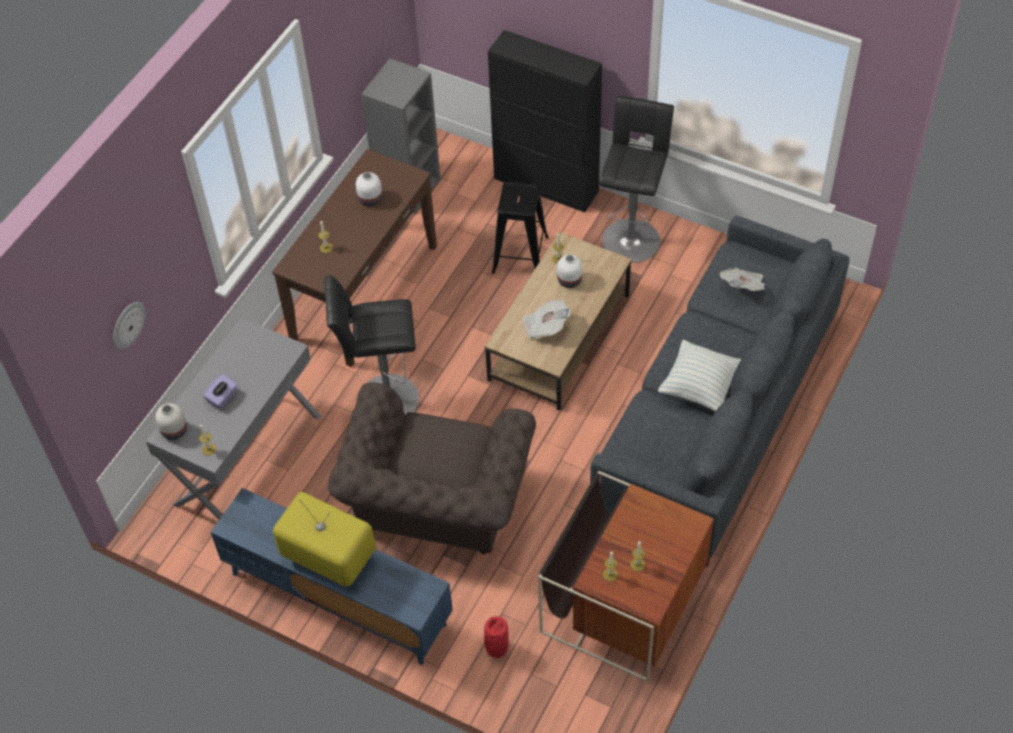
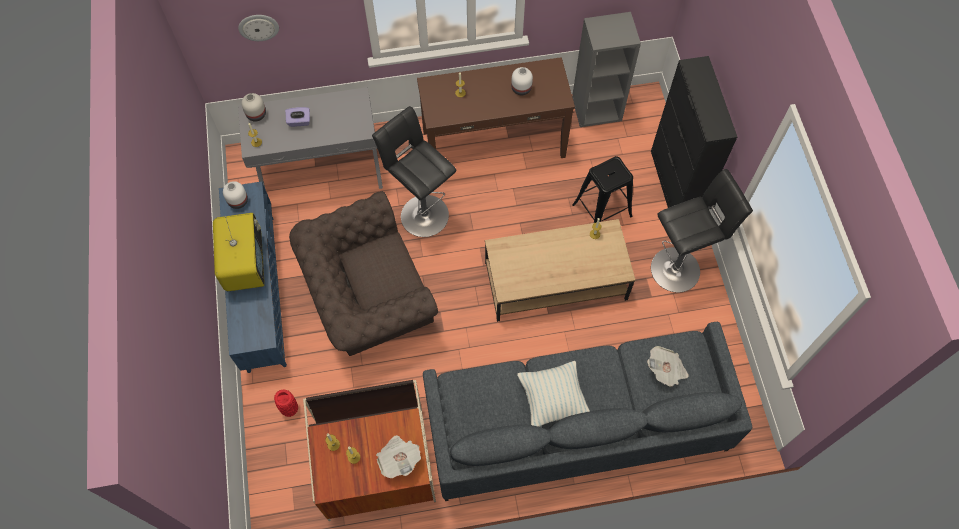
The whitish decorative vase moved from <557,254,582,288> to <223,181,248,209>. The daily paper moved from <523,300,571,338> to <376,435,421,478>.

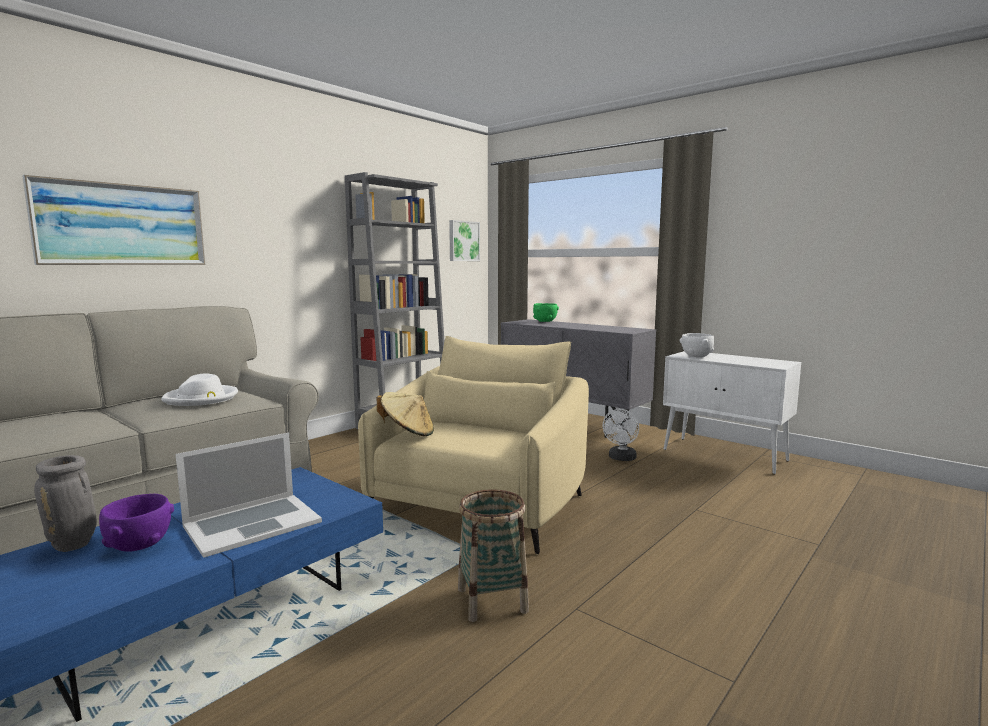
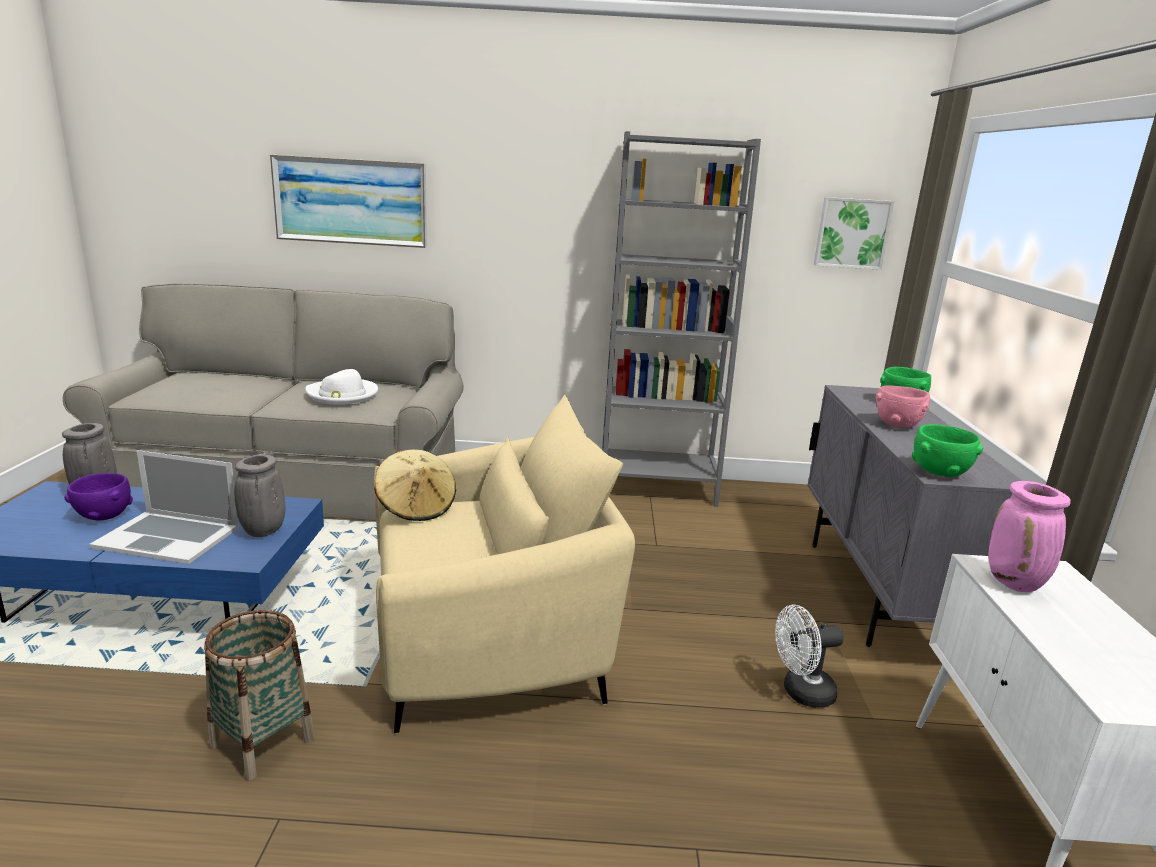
The whitish deep dish at <680,333,714,357> was replaced by the pink-coloured decorative vase at <988,481,1071,592>. The pink-coloured deep dish at <876,386,930,428> appeared. The green-coloured deep dish at <912,424,983,477> appeared. The grey decorative vase at <234,454,285,537> appeared.

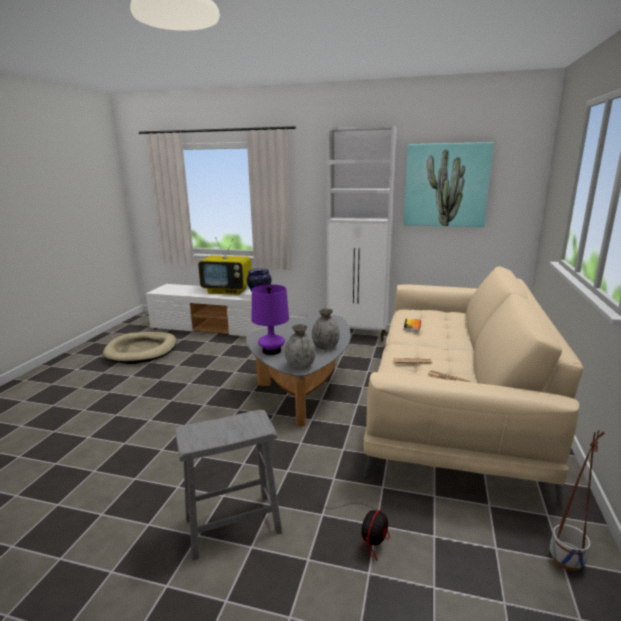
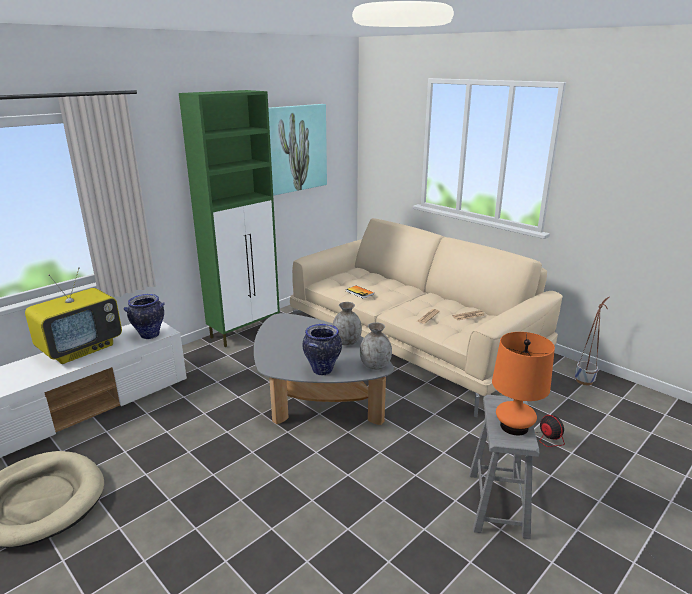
The whitish cupboard at <326,125,397,342> became the green-coloured cupboard at <179,90,280,347>. The purple-coloured lamp for a table at <252,284,289,355> was replaced by the decorative vase at <302,324,342,375>. The orange-coloured lamp for a table at <492,332,555,436> appeared.

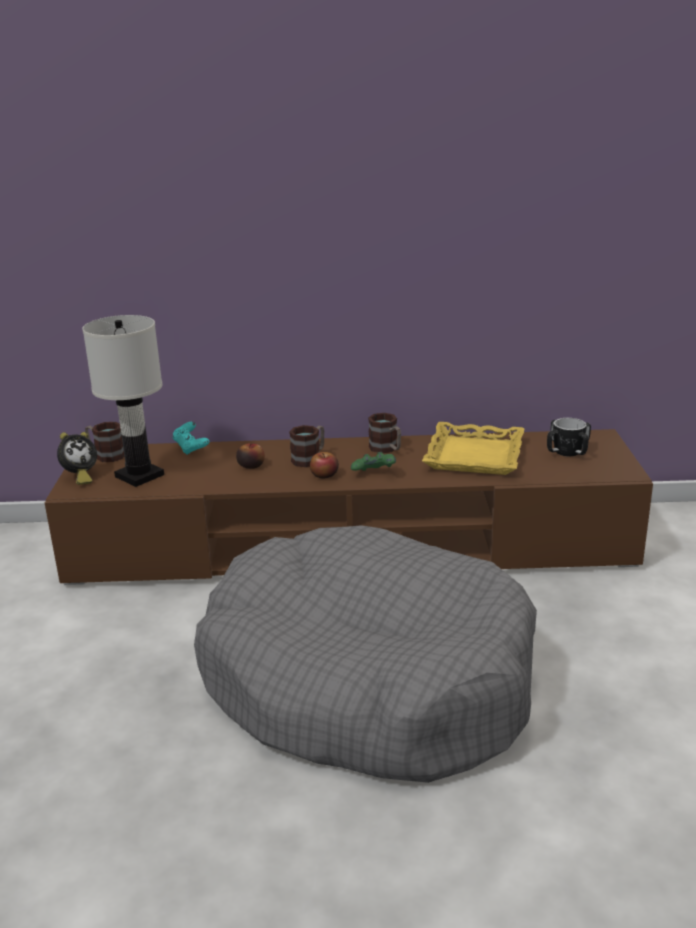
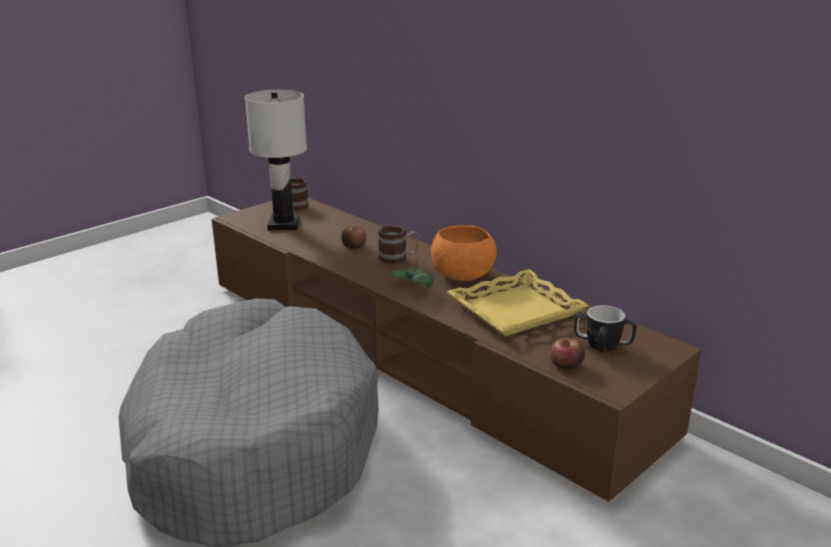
The coffee mug at <368,413,401,453> was replaced by the orange-coloured deep dish at <431,225,497,281>. The turquoise gamepad at <172,422,210,455> disappeared. The table clock at <57,432,97,485> disappeared. The apple fruit moved from <310,452,339,479> to <550,338,585,369>.

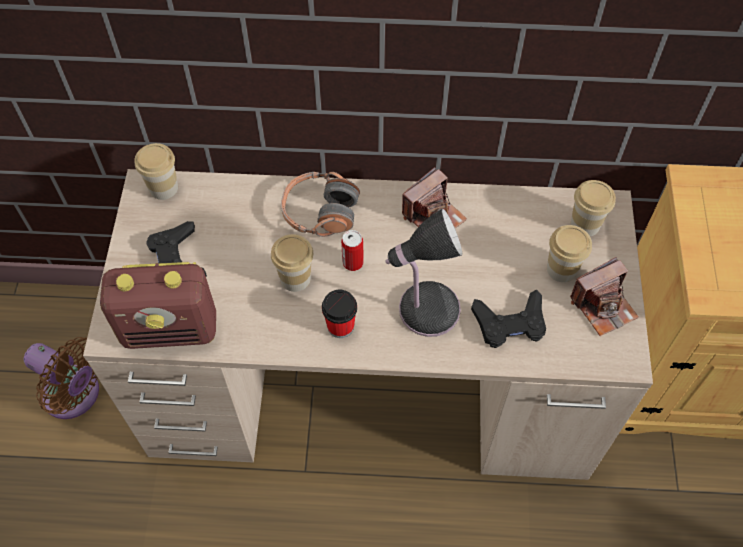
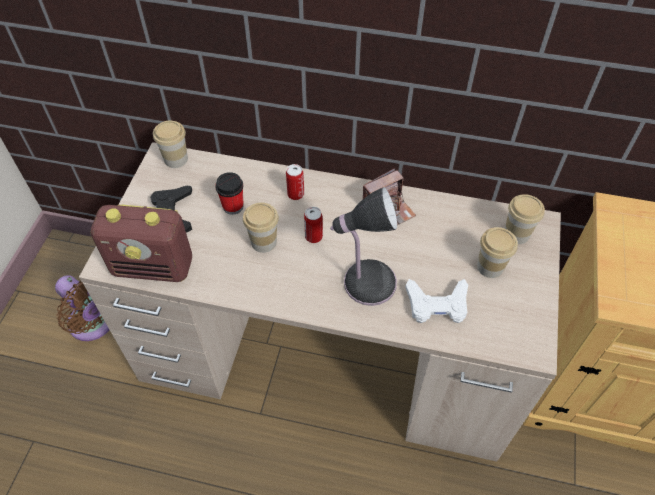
The headset at <281,172,360,237> was replaced by the metal can at <286,164,304,200>. The photo camera at <570,257,639,336> disappeared. The black-coloured gamepad at <471,289,546,348> became the whitish gamepad at <405,279,468,323>. The small cup moved from <322,290,357,338> to <215,172,244,215>.

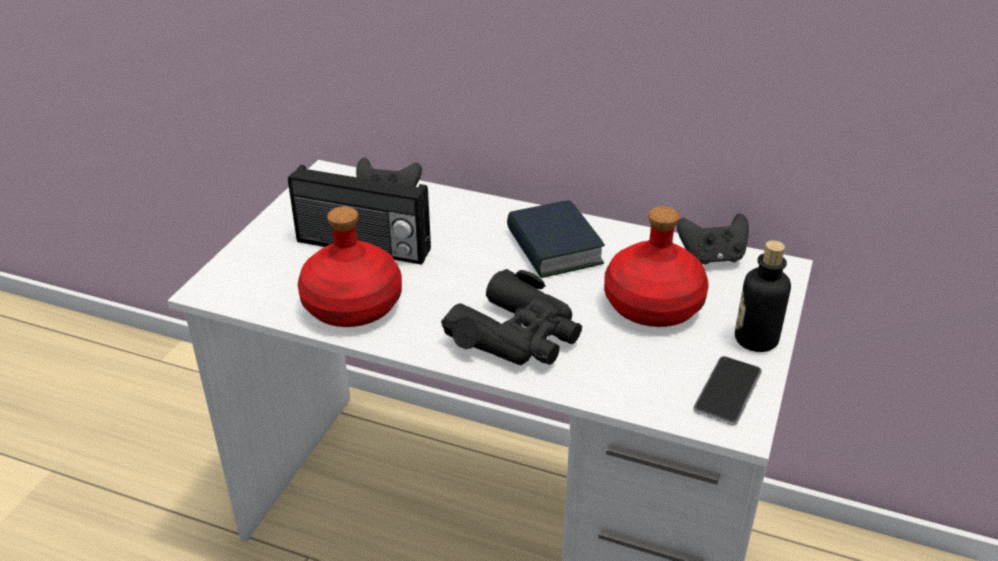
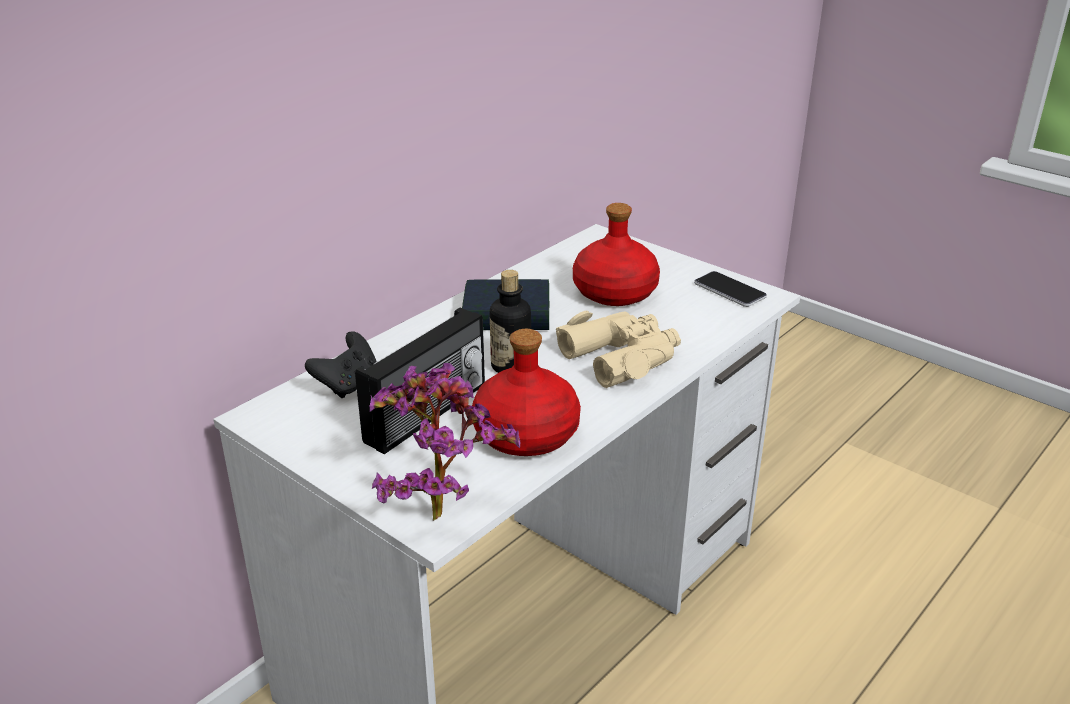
The black-coloured gamepad at <677,213,749,264> disappeared. The beverage bottle moved from <735,240,791,352> to <490,270,531,373>. The black-coloured pair of binoculars at <441,269,582,365> became the sand-coloured pair of binoculars at <556,311,681,388>. The potted plant at <370,363,520,521> appeared.

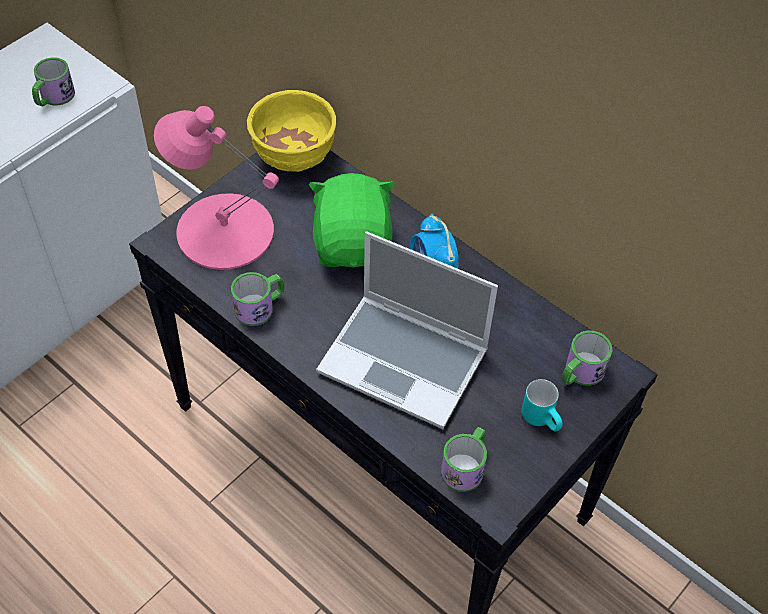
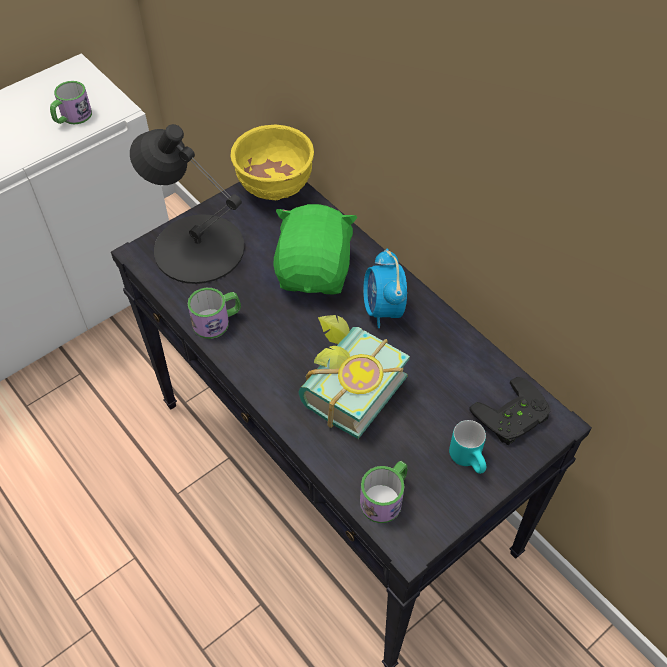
The pink-coloured lamp for a table at <154,106,279,270> became the black-coloured lamp for a table at <130,124,245,284>. The notebook computer at <316,231,498,429> was replaced by the bound book at <298,315,410,439>. The coffee mug at <562,331,612,386> was replaced by the black-coloured gamepad at <470,377,551,445>.

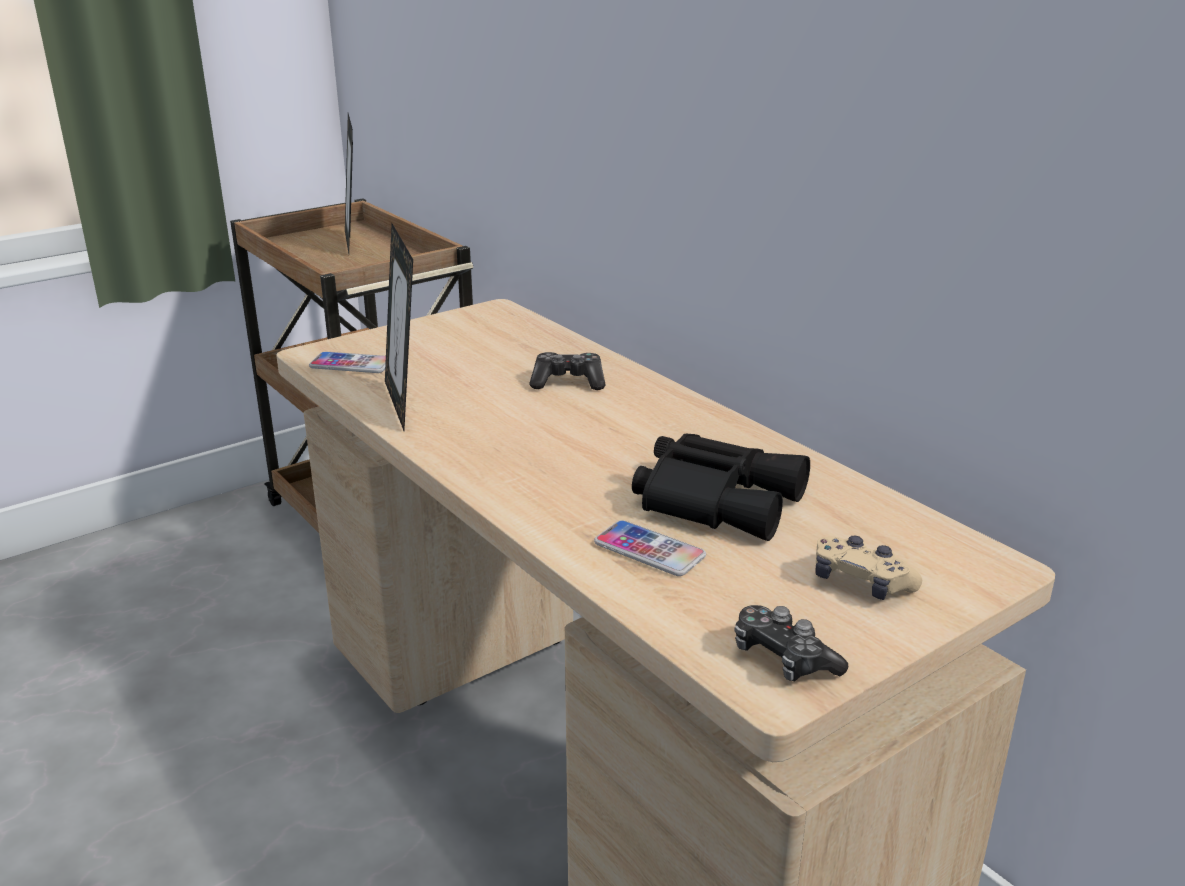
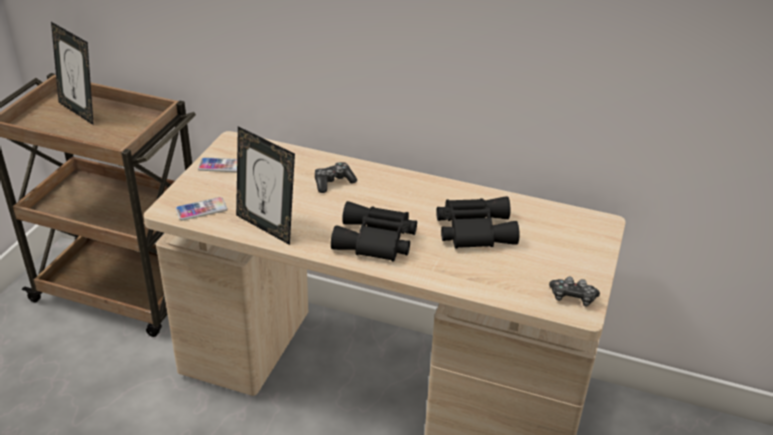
The telephone moved from <594,520,706,576> to <198,157,237,172>. The sand-coloured gamepad at <816,536,922,600> disappeared. The black-coloured pair of binoculars at <331,201,417,262> appeared.

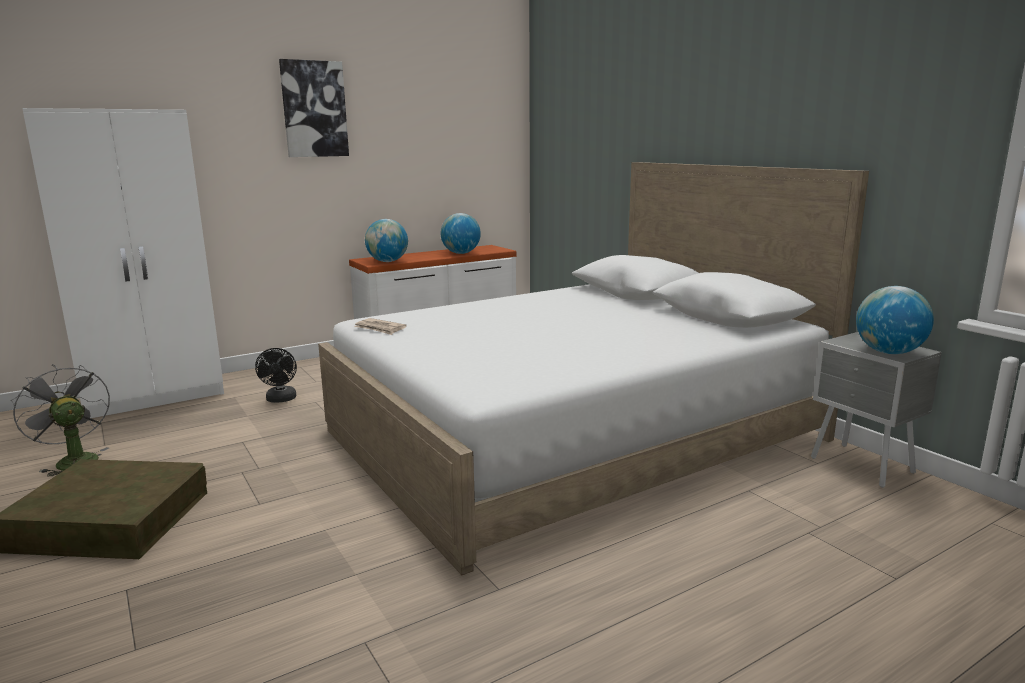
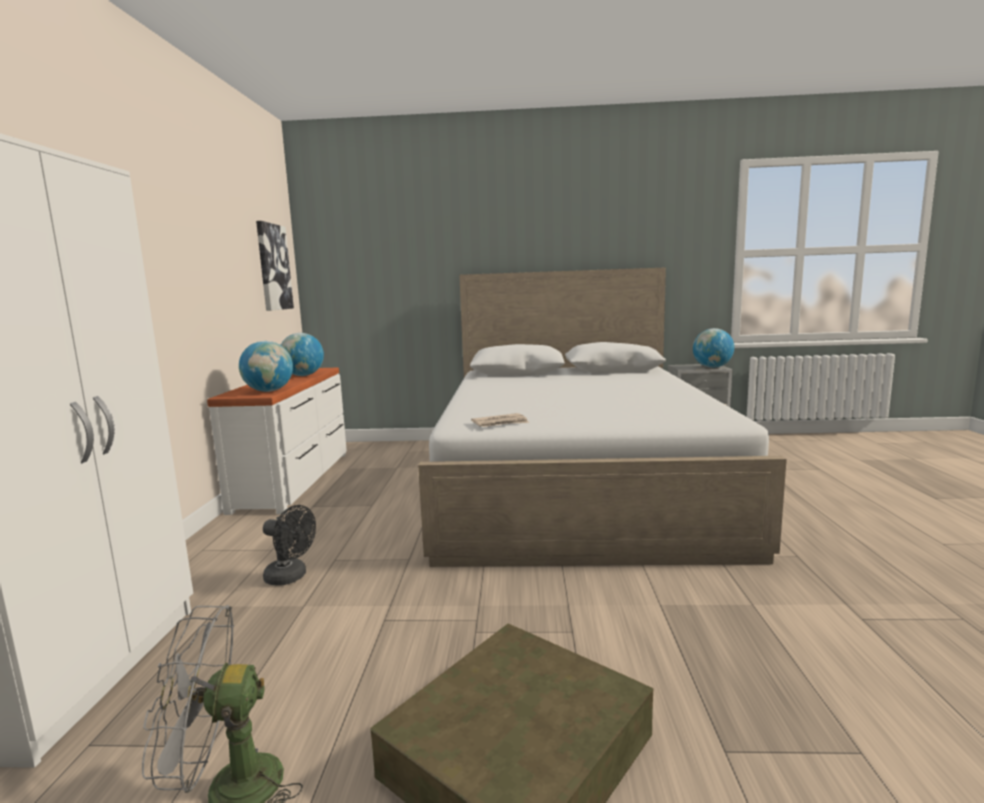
The wall art moved from <279,59,349,157> to <256,221,294,311>.

